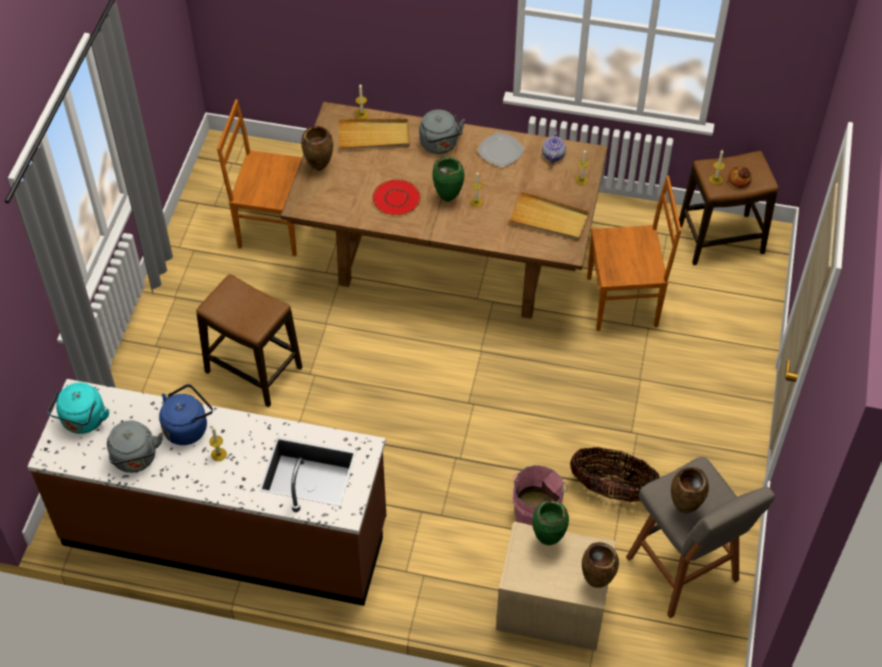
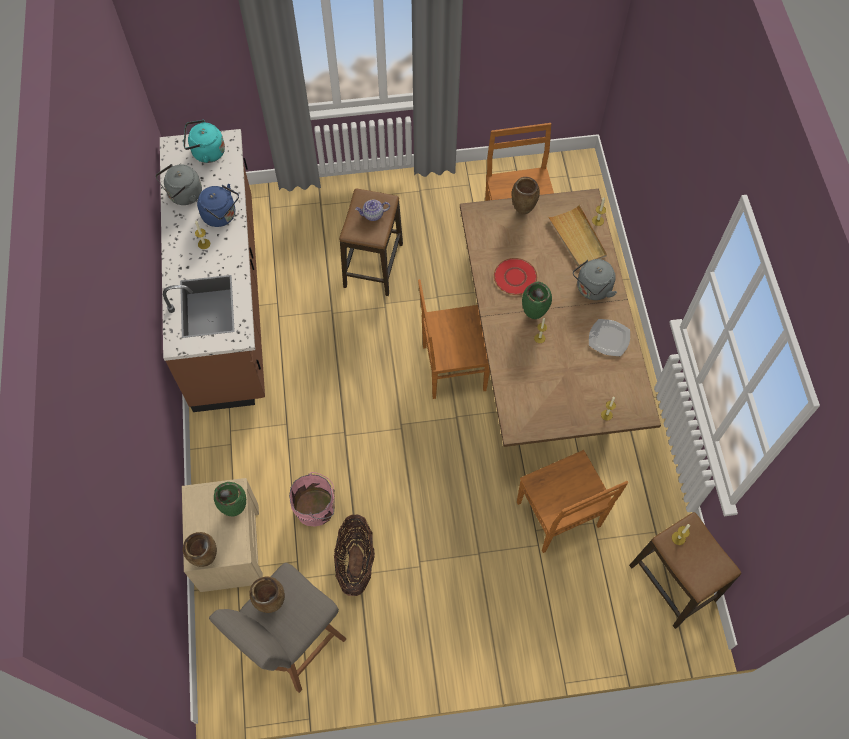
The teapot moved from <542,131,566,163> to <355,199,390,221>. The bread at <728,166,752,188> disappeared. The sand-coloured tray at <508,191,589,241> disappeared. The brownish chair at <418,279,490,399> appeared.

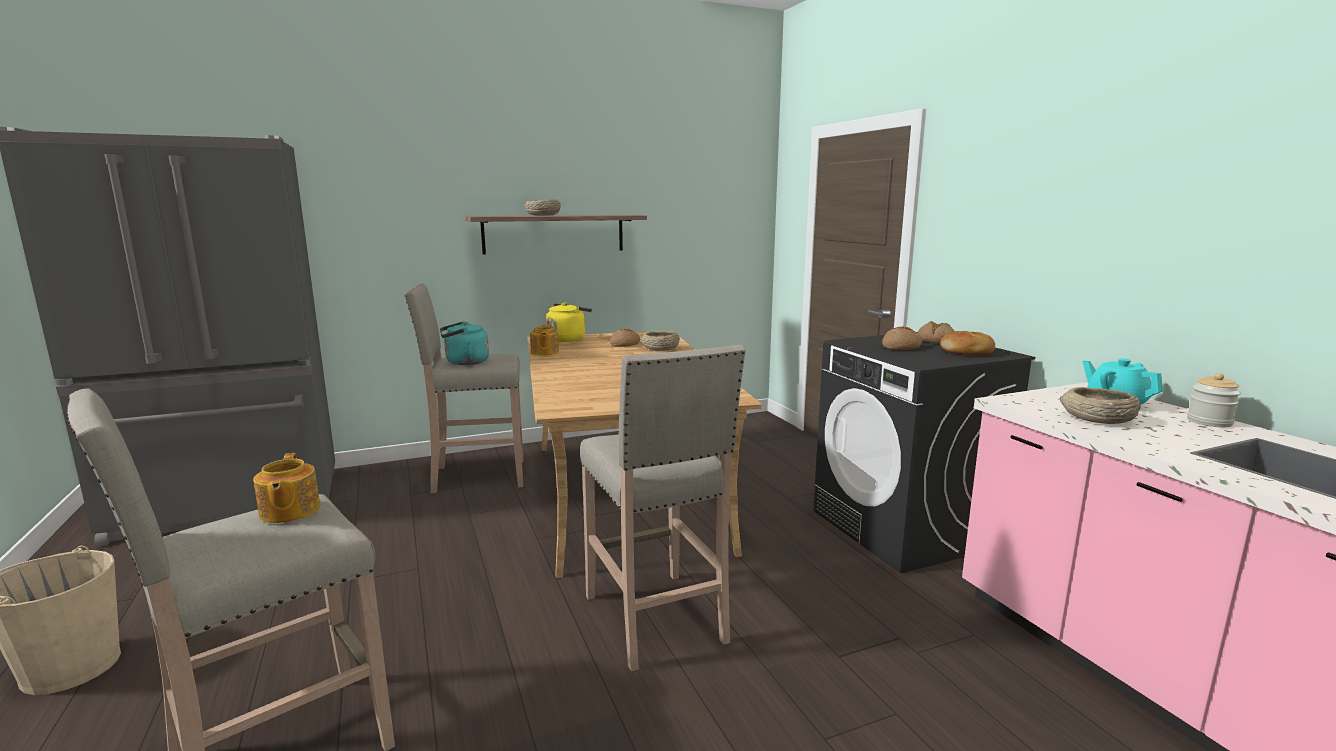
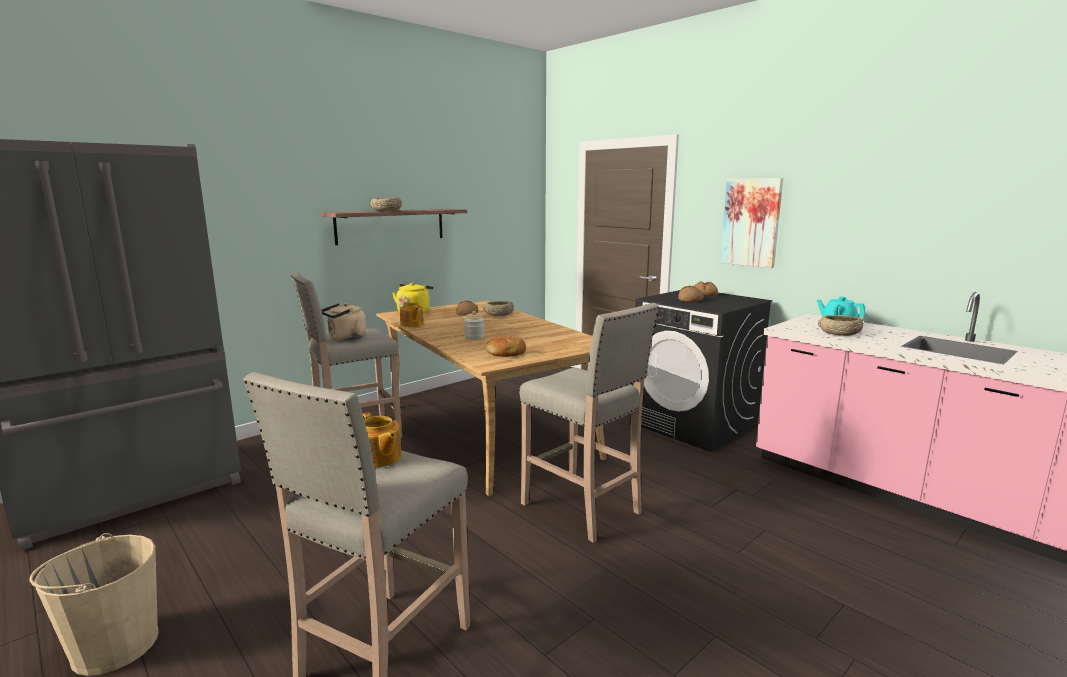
The turquoise water kettle at <440,321,489,365> became the sand-coloured water kettle at <321,303,366,341>. The bread moved from <940,331,995,355> to <486,336,526,357>. The preserve jar moved from <1187,373,1241,427> to <464,311,485,340>. The wall art at <720,178,783,268> appeared.

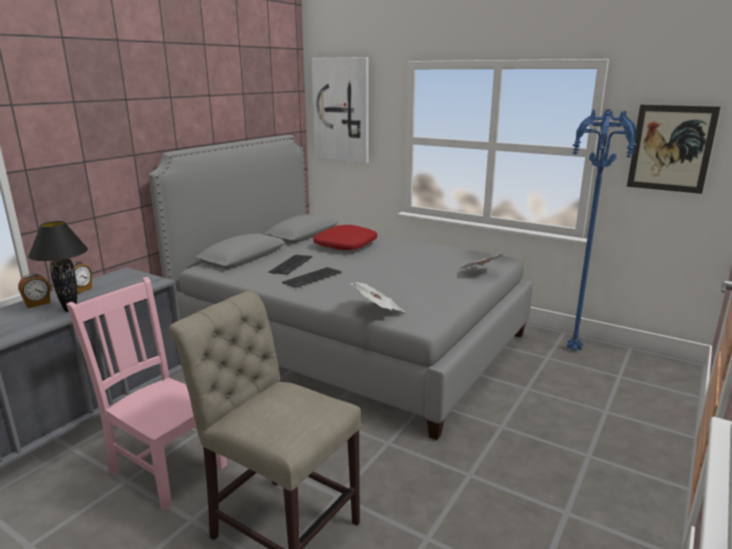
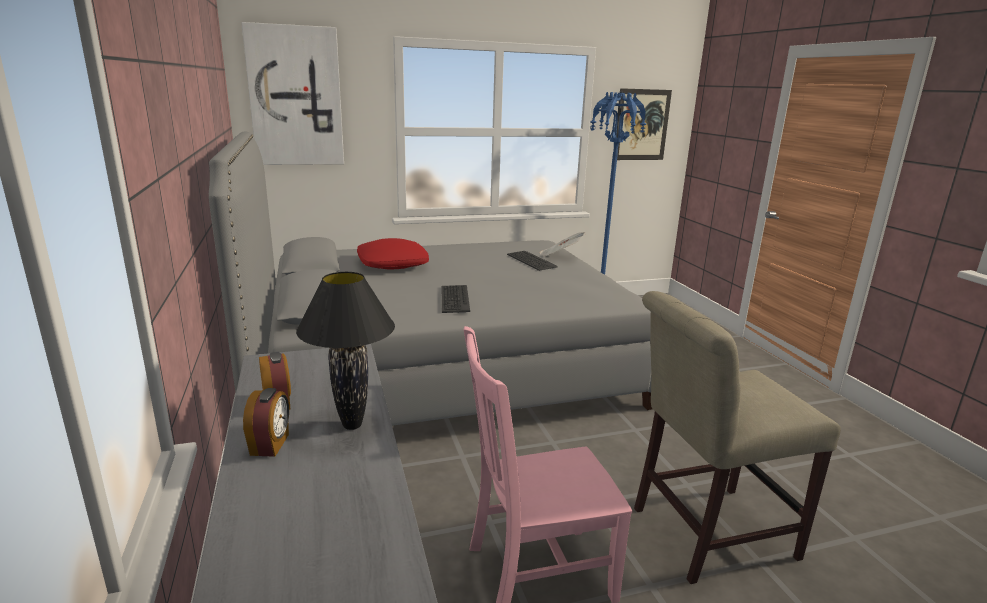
The keyboard moved from <269,255,312,275> to <507,251,558,271>. The daily paper at <350,282,405,312> disappeared.

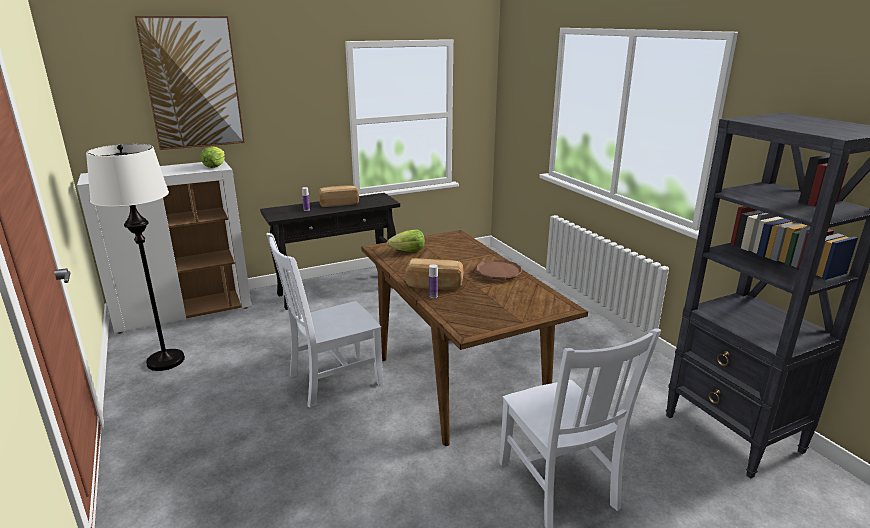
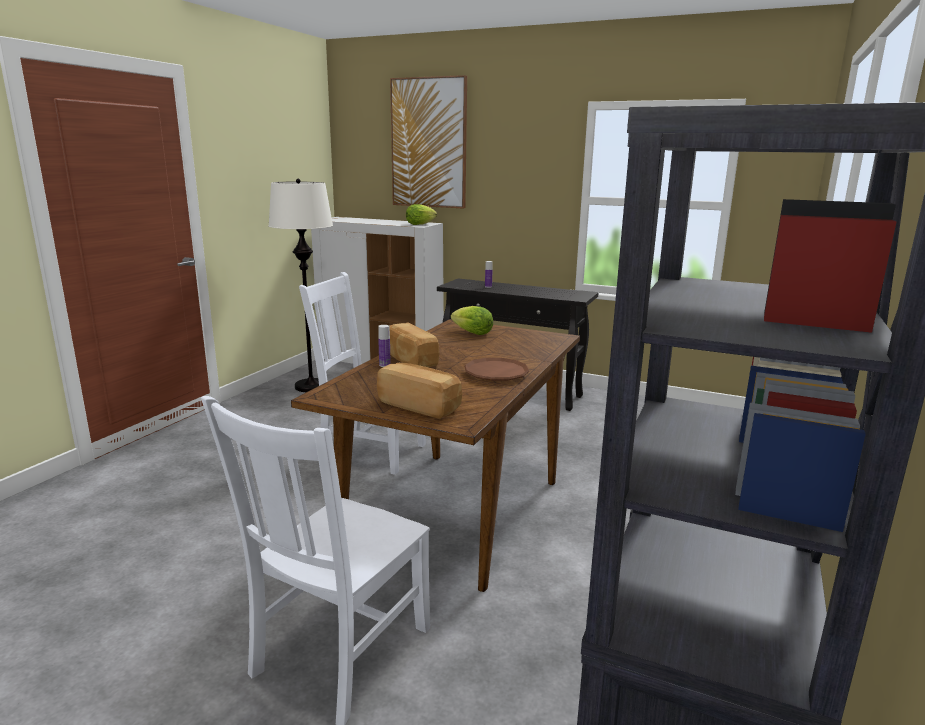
The bread moved from <318,185,359,207> to <377,363,462,419>.

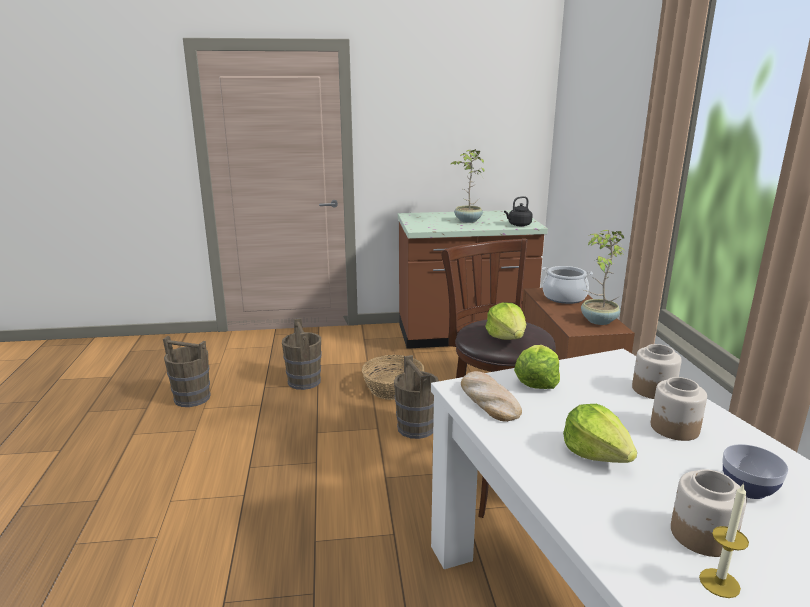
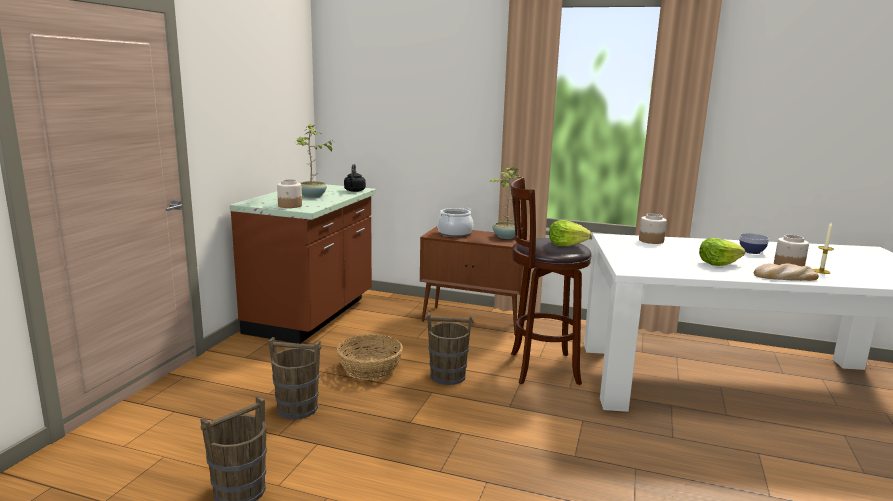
The lettuce at <514,345,560,389> disappeared. The bread moved from <461,371,522,422> to <753,263,819,281>. The preserve jar moved from <651,377,707,441> to <277,179,302,208>.

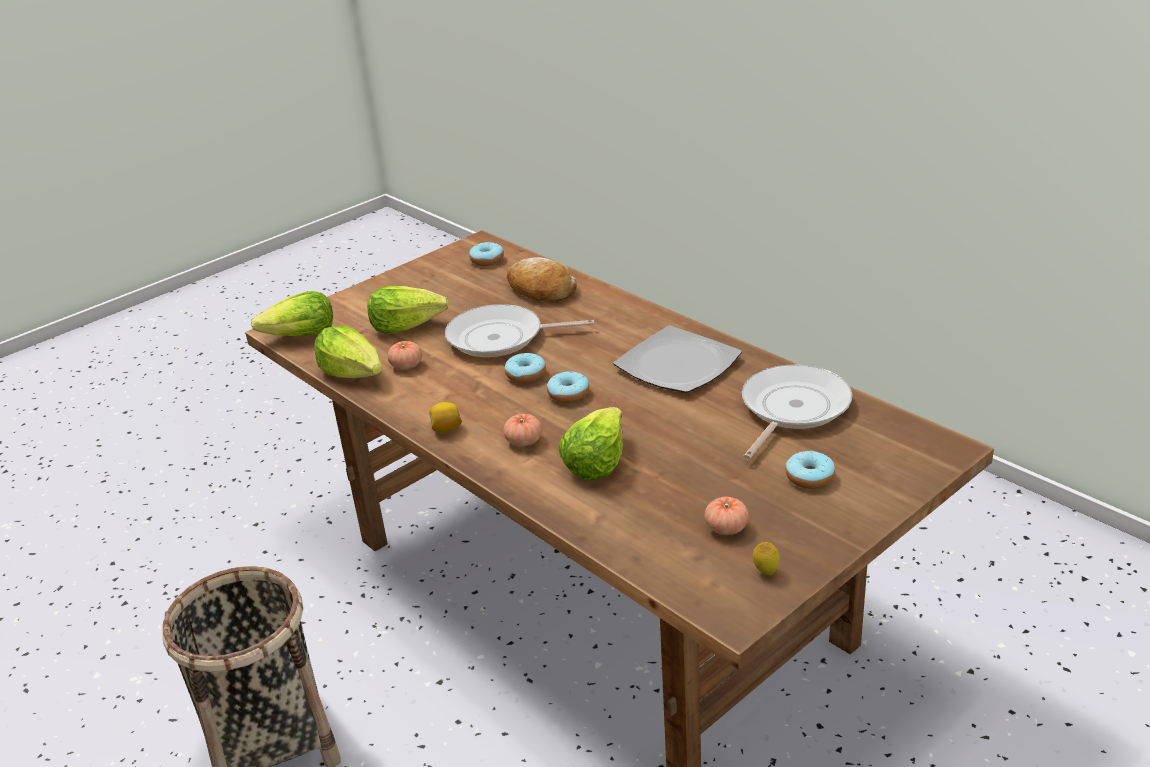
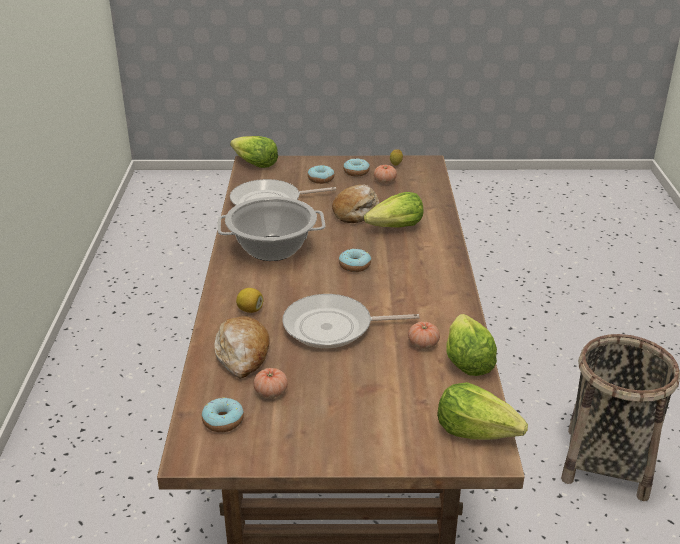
The lettuce moved from <367,286,449,334> to <230,136,278,168>. The skillet at <445,304,594,357> turned 135 degrees clockwise. The plate at <613,326,742,393> was replaced by the cooking pot at <217,197,325,261>. The ring doughnut moved from <504,353,546,383> to <343,158,370,176>. The whole lemon moved from <429,402,462,433> to <236,288,264,313>. The whole tomato moved from <503,414,542,447> to <253,368,288,398>. The bread at <332,184,379,223> appeared.

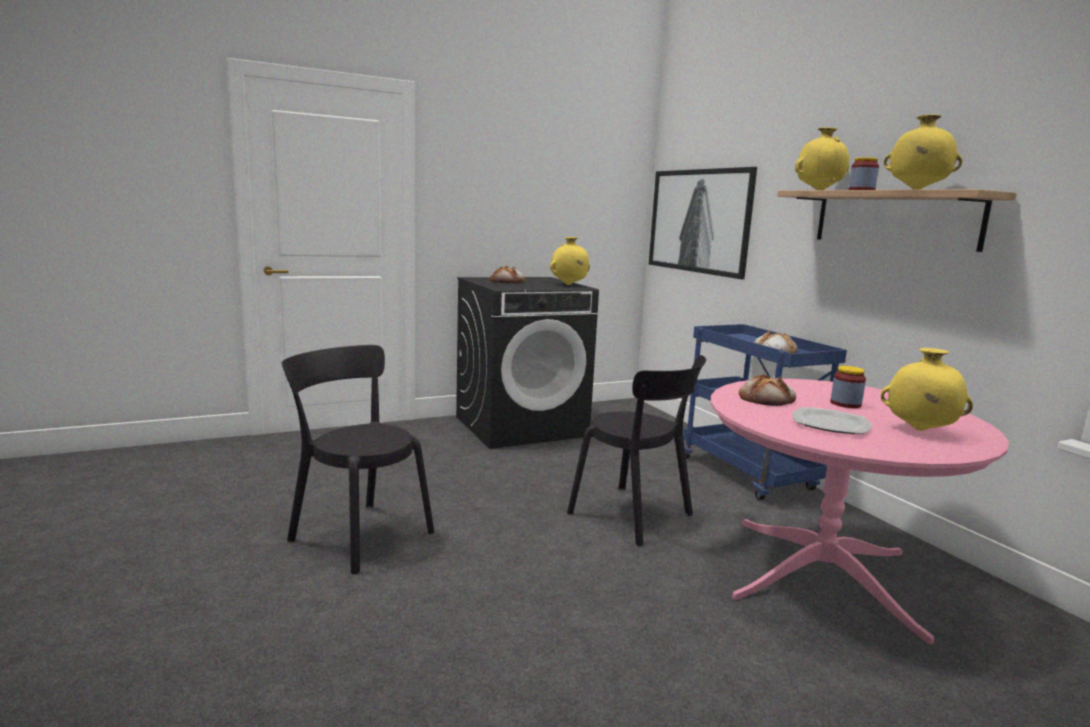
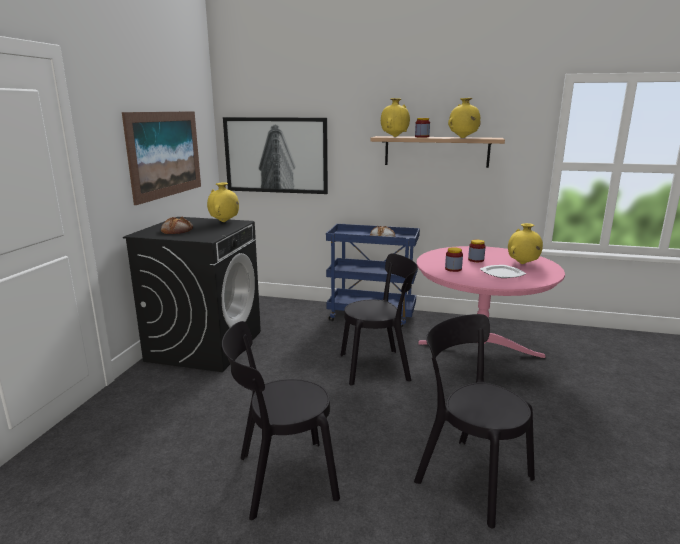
The bread at <739,374,796,406> was replaced by the preserve jar at <445,247,463,272>. The wall art at <122,111,201,205> appeared. The black-coloured chair at <414,314,535,529> appeared.

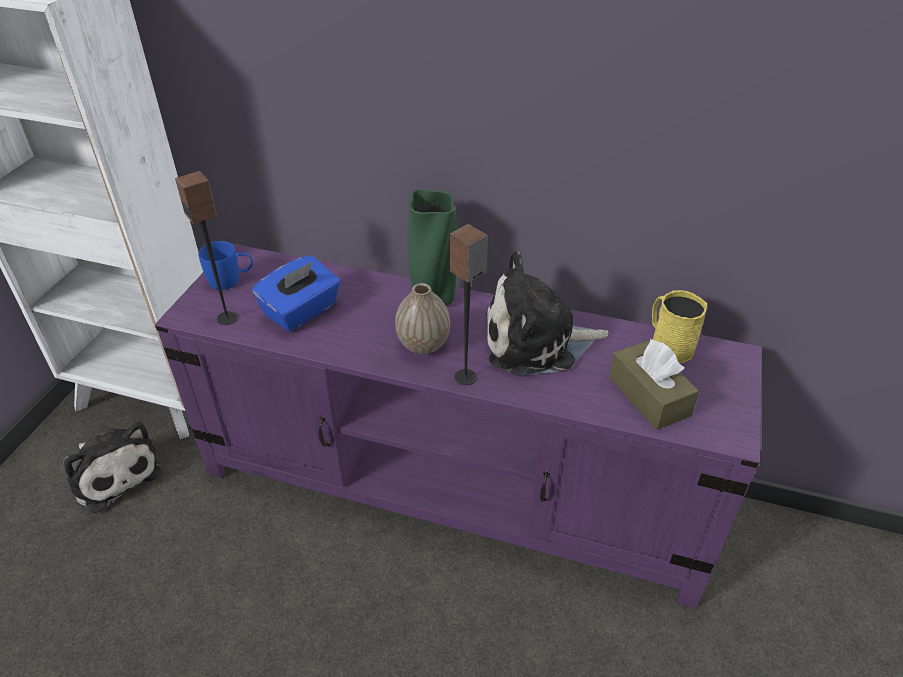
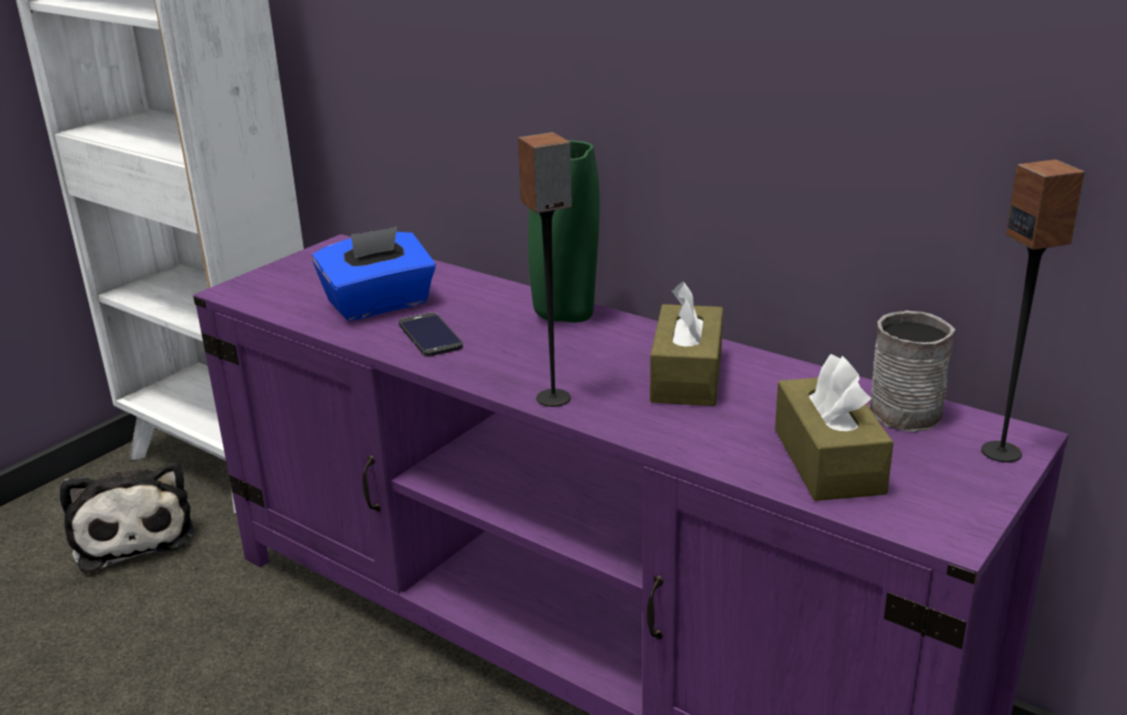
The speaker moved from <175,171,238,325> to <981,159,1086,462>. The blue-coloured coffee mug at <198,241,253,290> disappeared. The plush toy at <486,251,609,375> was replaced by the brownish box of tissues at <650,282,723,406>. The decorative vase at <395,283,450,354> disappeared. The yellow-coloured coffee mug at <652,290,707,363> became the grey coffee mug at <869,311,956,432>. The telephone at <399,313,463,356> appeared.

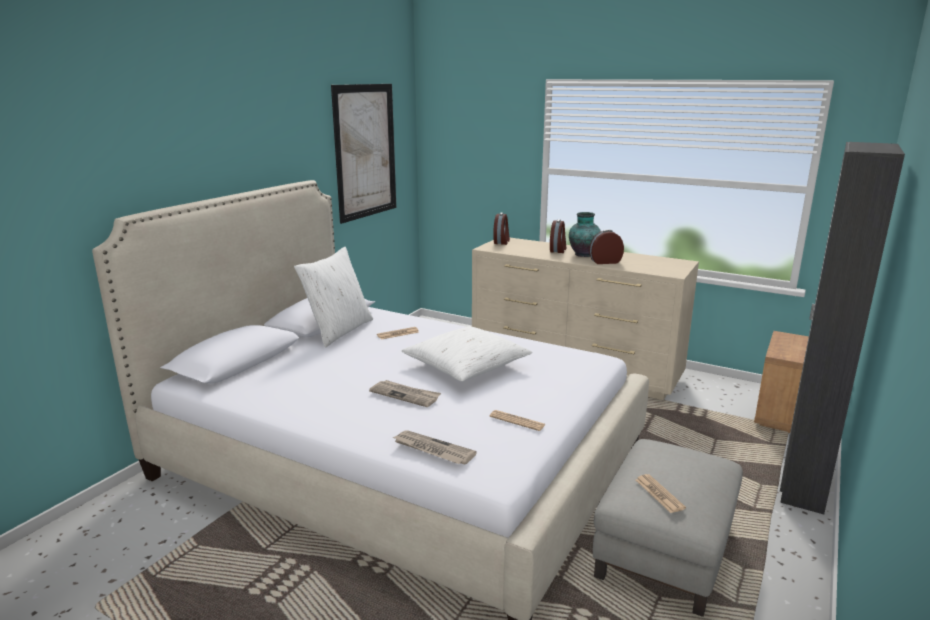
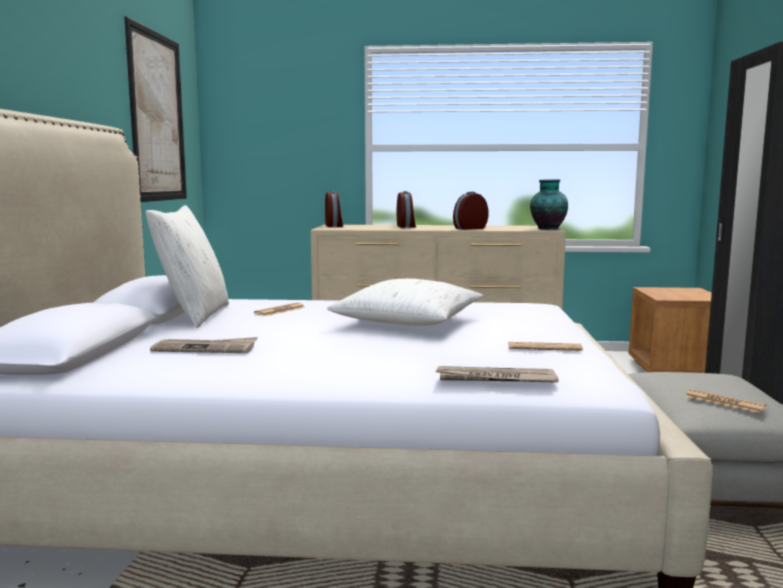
The decorative vase moved from <569,212,601,257> to <530,179,568,230>. The daily paper moved from <369,380,441,407> to <150,337,258,353>.

